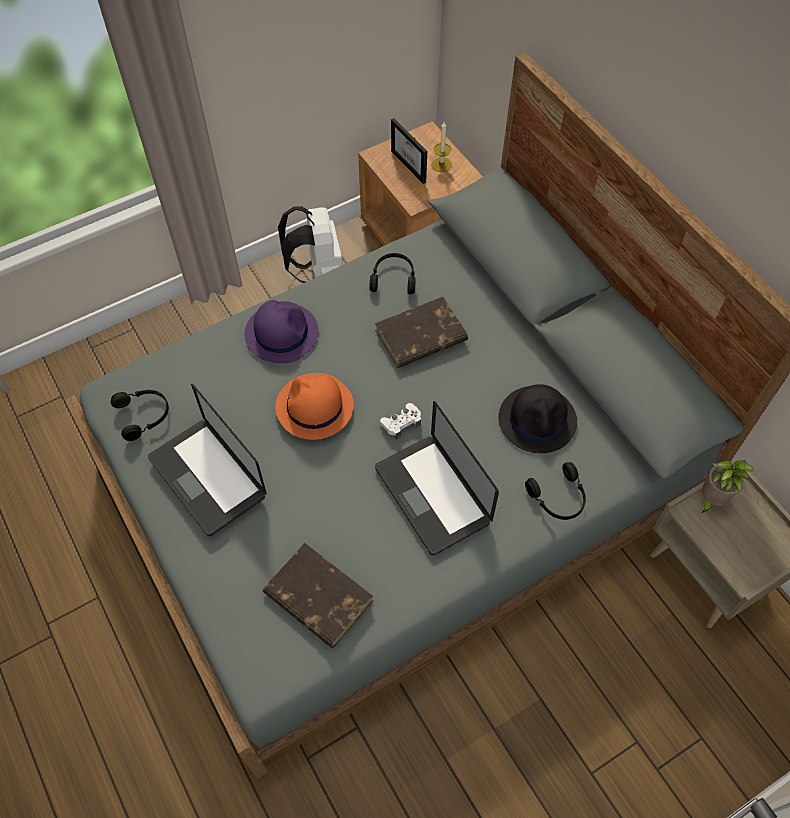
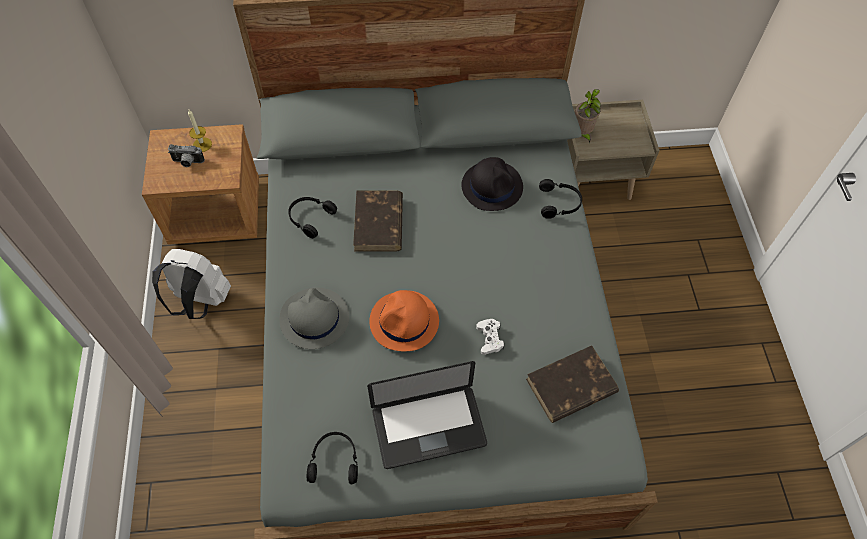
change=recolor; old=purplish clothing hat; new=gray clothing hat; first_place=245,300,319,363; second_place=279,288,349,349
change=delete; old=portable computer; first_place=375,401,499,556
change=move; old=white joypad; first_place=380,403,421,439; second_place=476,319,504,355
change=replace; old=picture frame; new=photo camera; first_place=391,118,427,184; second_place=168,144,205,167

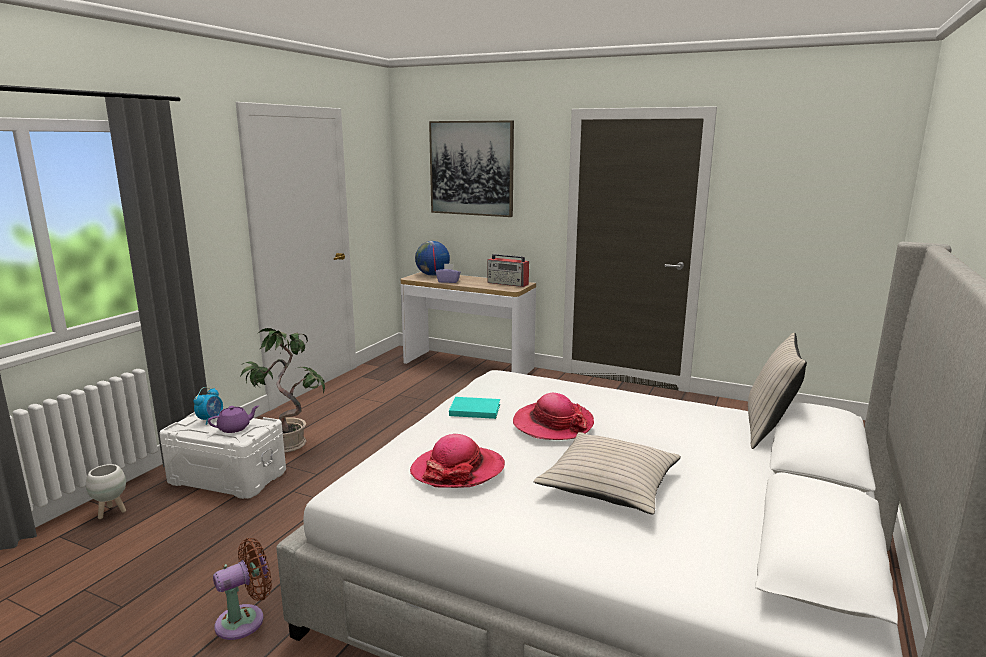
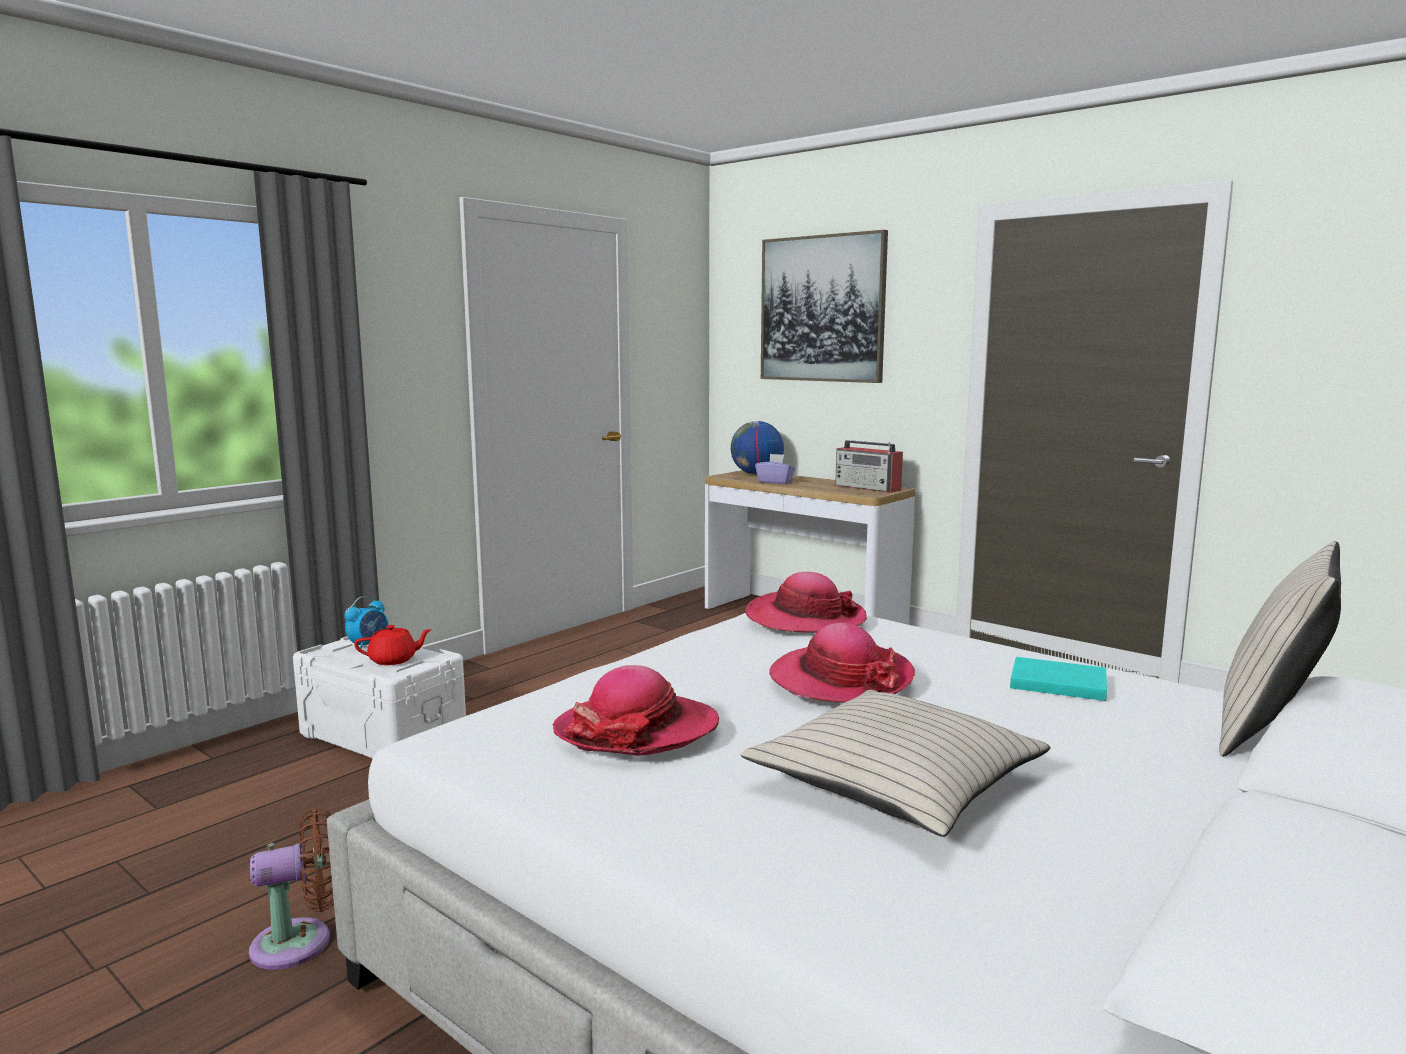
change=delete; old=white planter; first_place=86,464,126,519
change=recolor; old=purplish tea pot; new=red-coloured tea pot; first_place=208,405,259,433; second_place=354,625,432,665
change=delete; old=houseplant; first_place=239,328,325,452
change=move; old=blue-green bound book; first_place=449,397,500,419; second_place=1010,657,1107,701
change=insert; new=clothing hat; second_place=745,572,867,633

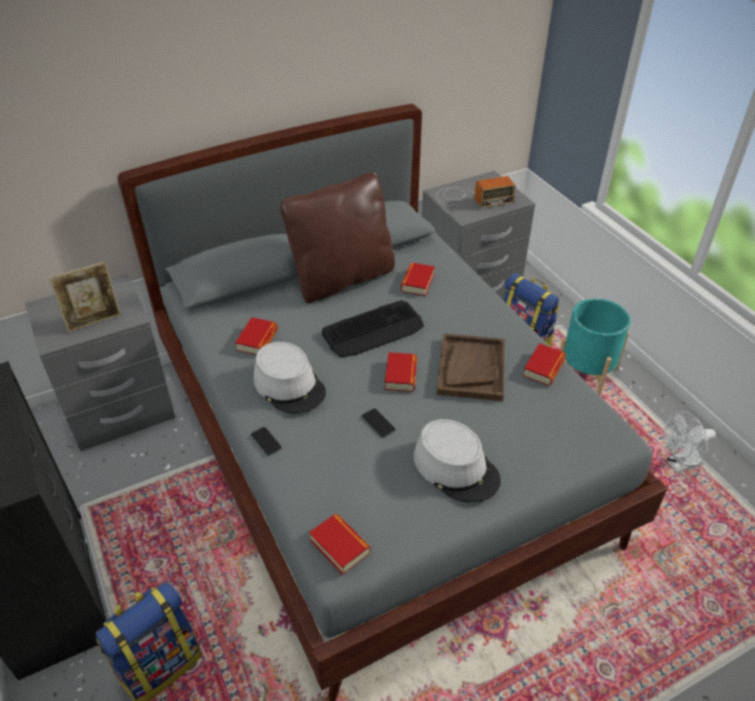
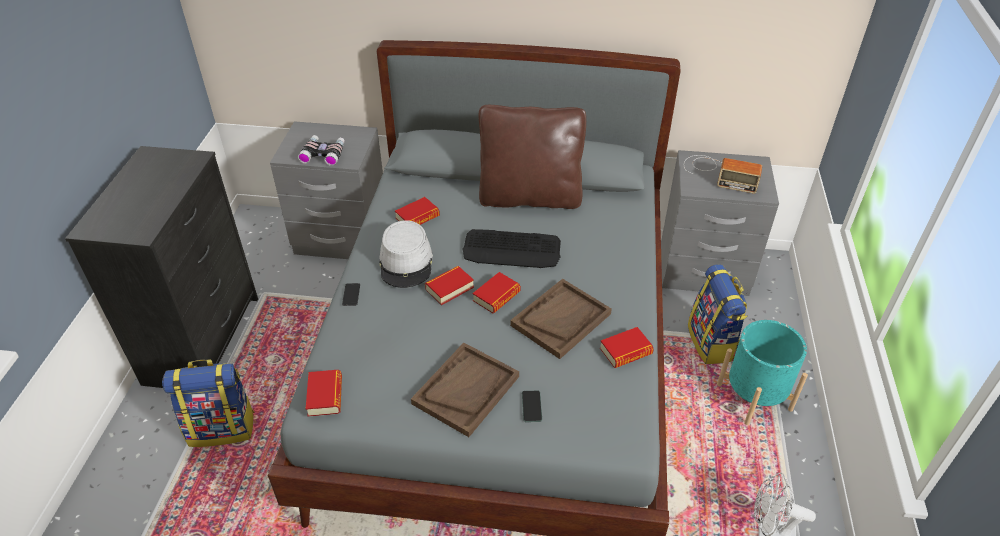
change=replace; old=picture frame; new=field glasses; first_place=49,261,121,333; second_place=298,135,345,166
change=move; old=handset; first_place=361,408,396,438; second_place=522,391,542,422
change=move; old=bound book; first_place=401,263,435,296; second_place=425,266,474,305
change=replace; old=gray clothing hat; new=brown carrying tray; first_place=414,419,501,502; second_place=411,342,519,437

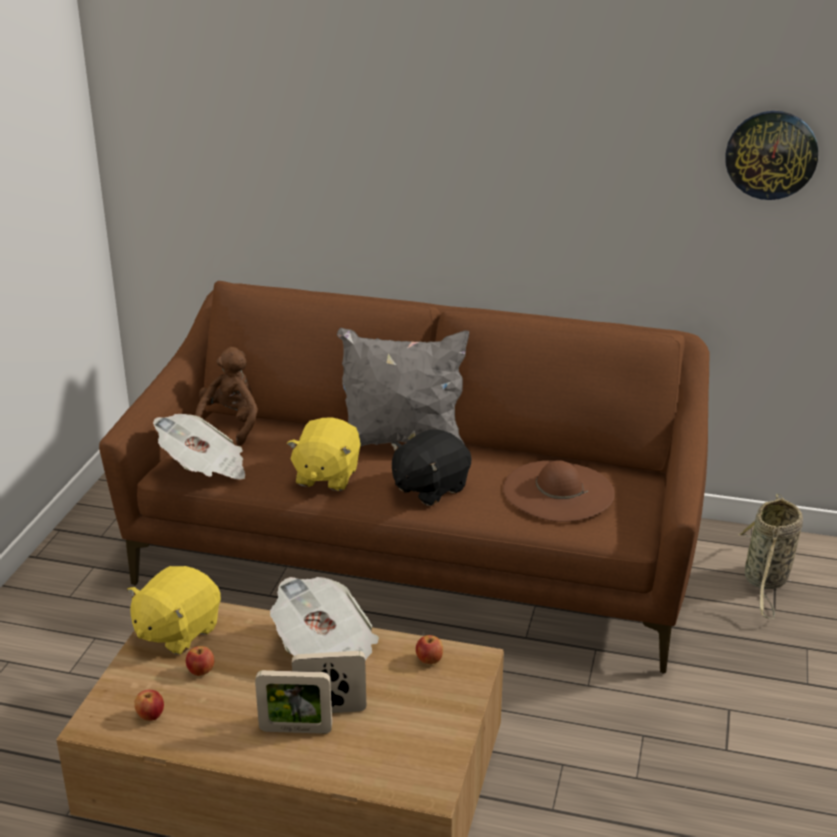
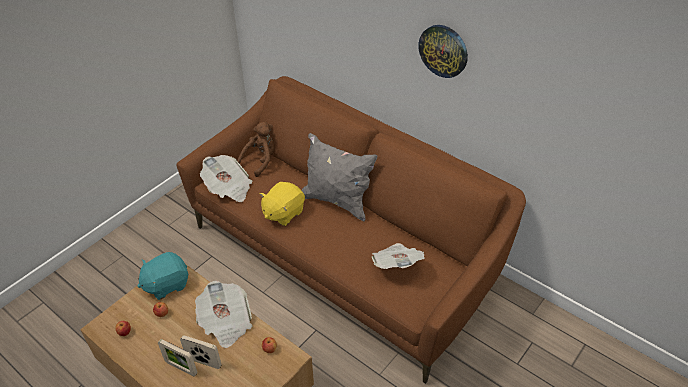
change=recolor; old=yellow soft toy; new=blue-green soft toy; first_place=127,566,221,655; second_place=137,252,188,300
change=delete; old=black soft toy; first_place=391,430,472,506
change=replace; old=brown clothing hat; new=newspaper; first_place=503,460,615,522; second_place=372,243,425,269
change=move; old=hanging clock; first_place=725,111,818,200; second_place=418,25,468,78
change=delete; old=basket; first_place=738,494,803,619

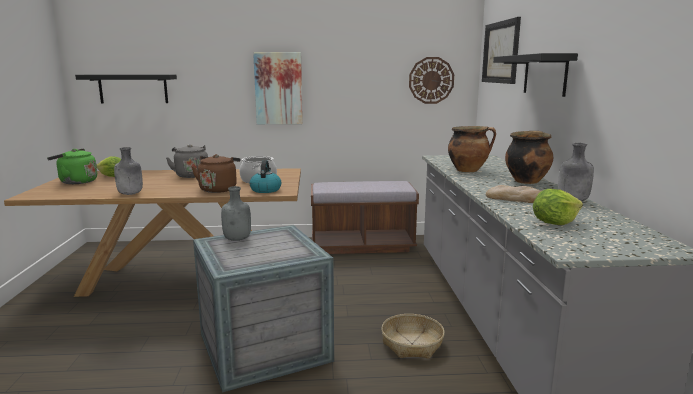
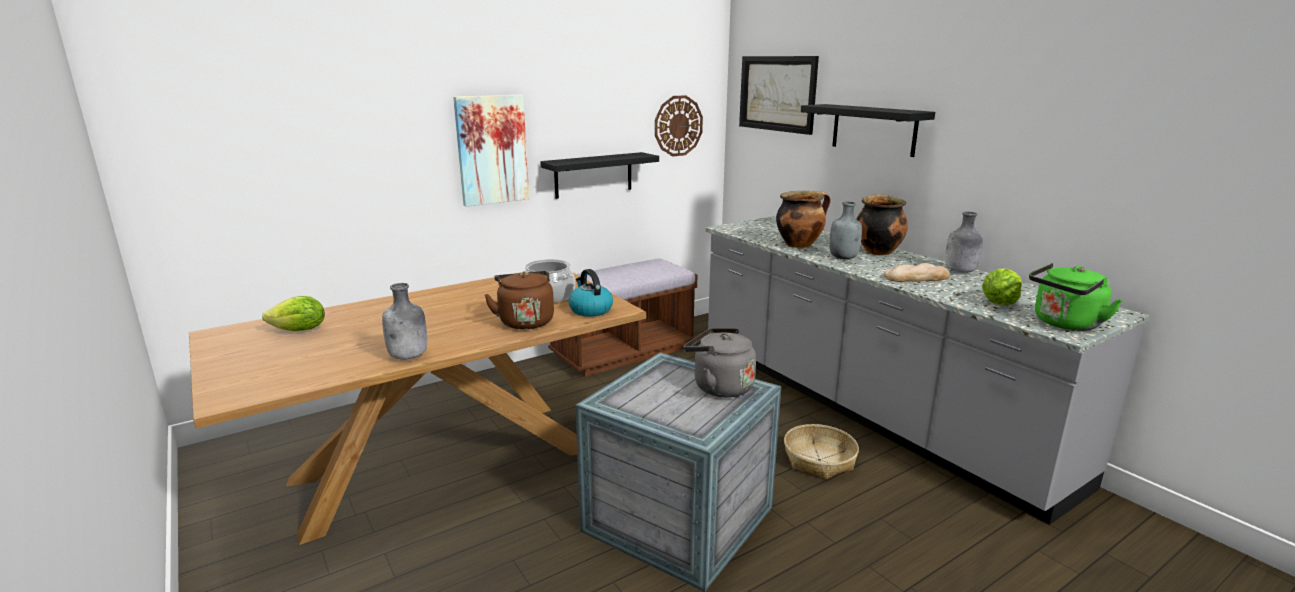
change=move; old=green water kettle; first_place=47,148,97,184; second_place=1029,263,1123,331
change=move; old=black bracket shelf; first_place=75,75,177,104; second_place=540,152,659,199
change=move; old=gray water kettle; first_place=166,144,208,178; second_place=684,328,756,398
change=move; old=gray beverage bottle; first_place=221,186,251,241; second_place=830,202,862,259

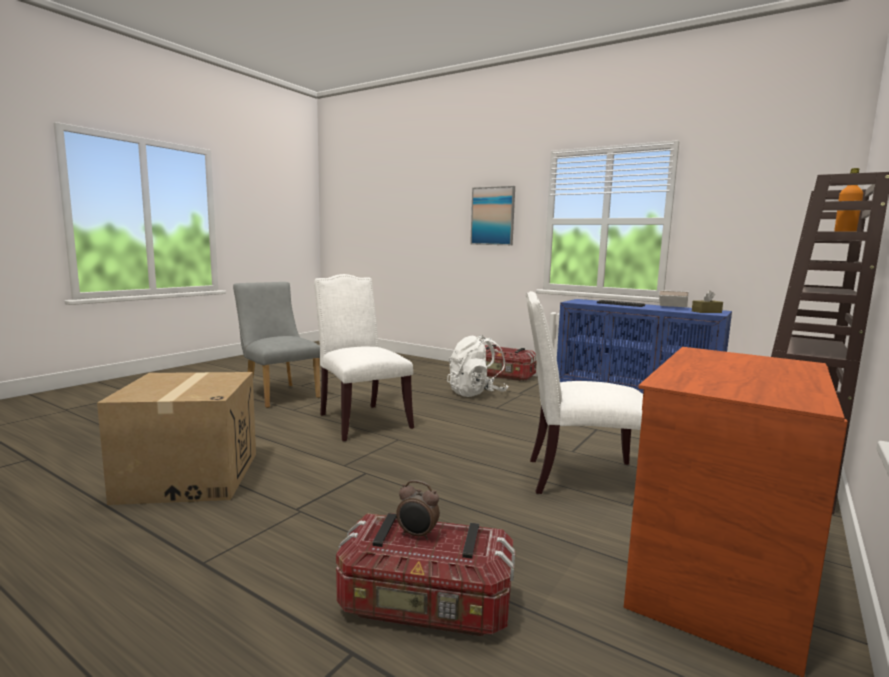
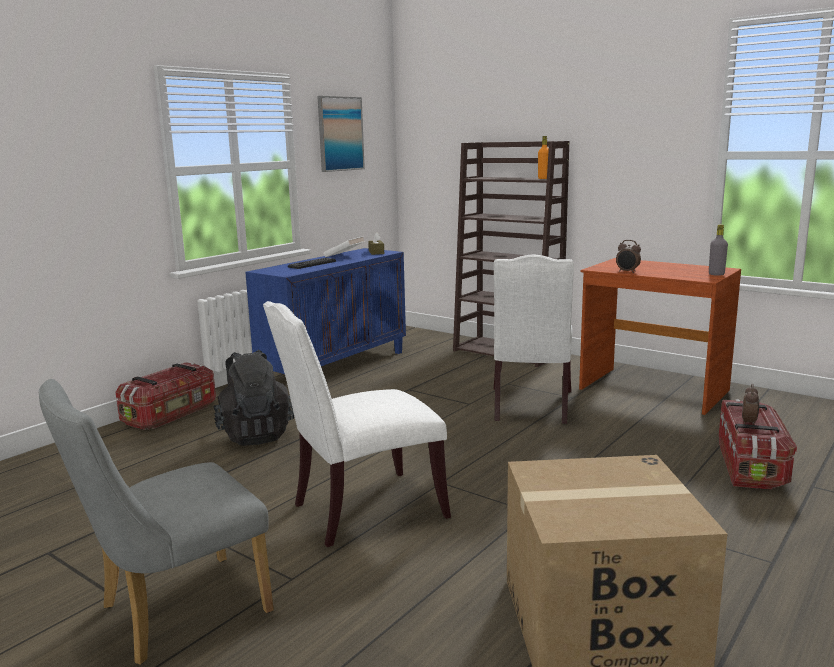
change=recolor; old=white rucksack; new=black rucksack; first_place=447,335,508,397; second_place=213,350,294,446
change=move; old=wall art; first_place=470,186,515,245; second_place=317,96,365,172
change=insert; new=table clock; second_place=616,240,641,273
change=insert; new=gray beverage bottle; second_place=709,224,728,276

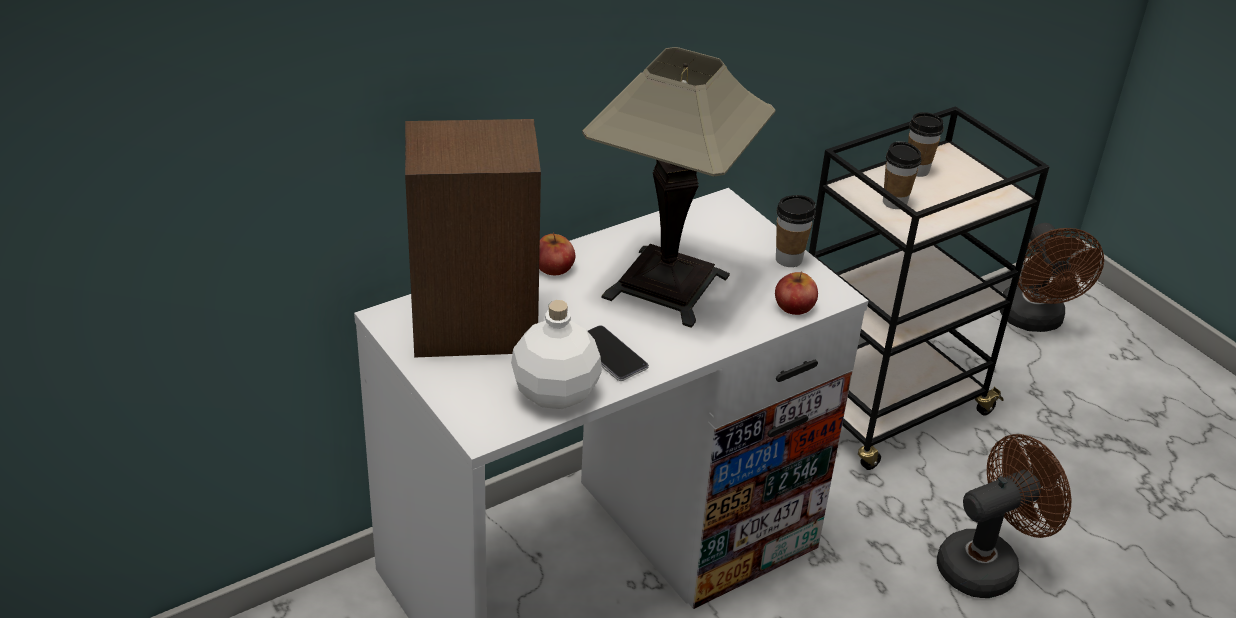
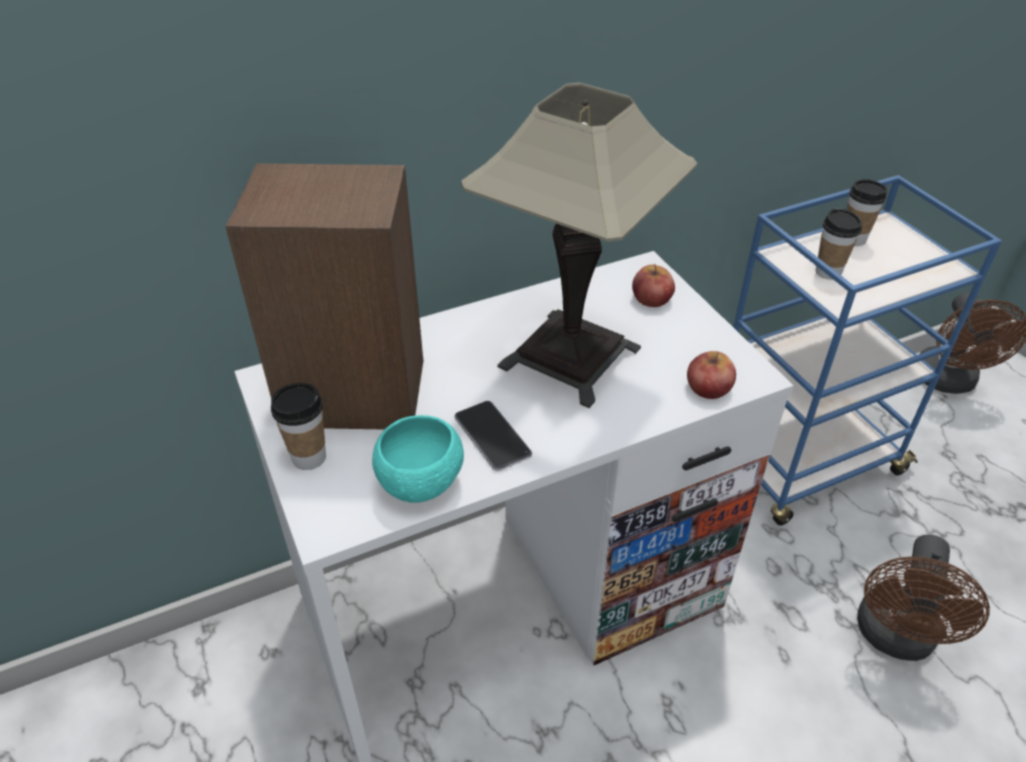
change=replace; old=white beverage bottle; new=blue-green bowl; first_place=511,300,602,409; second_place=372,415,464,503
change=move; old=apple; first_place=539,233,575,275; second_place=632,263,675,307
change=move; old=small cup; first_place=776,195,816,267; second_place=271,383,326,470
change=recolor; old=black trolley; new=bluish trolley; first_place=809,106,1050,470; second_place=733,175,1002,526
change=rotate; old=brown electric fan; first_place=937,434,1071,598; second_place=857,534,990,661; degrees=135

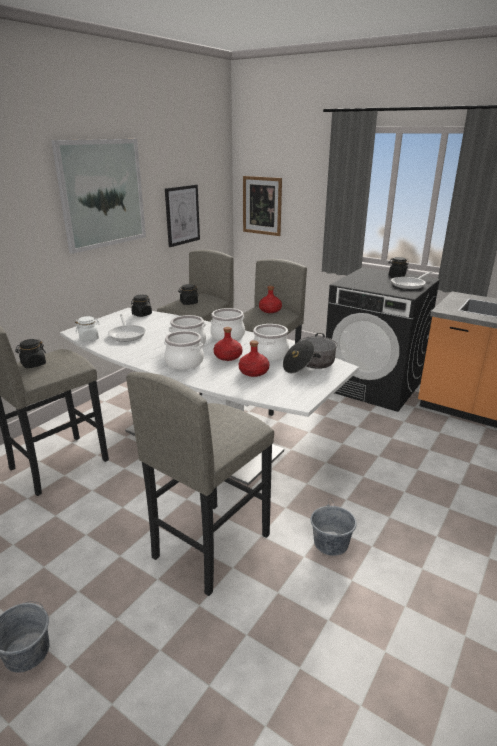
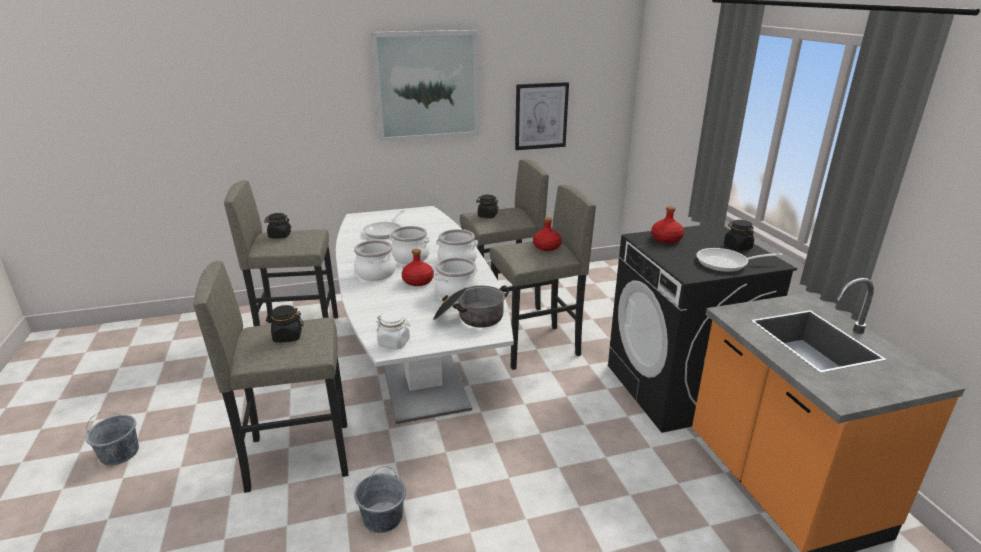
change=move; old=white jar; first_place=75,316,100,341; second_place=377,311,410,350
change=move; old=black jar; first_place=131,295,152,317; second_place=266,305,304,343
change=move; old=red-coloured beverage bottle; first_place=239,340,269,377; second_place=651,206,684,244
change=delete; old=wall art; first_place=243,176,282,236

